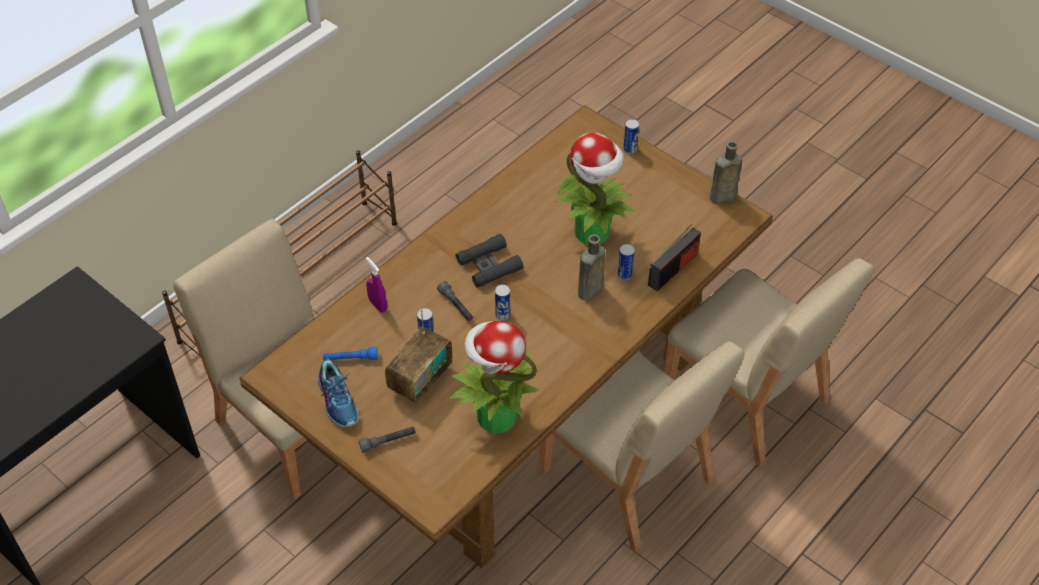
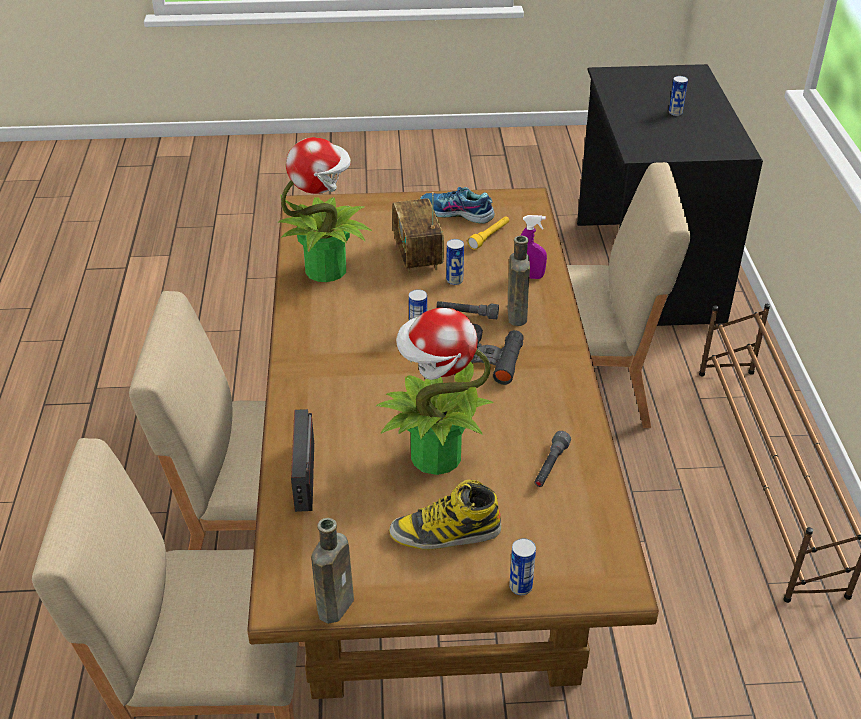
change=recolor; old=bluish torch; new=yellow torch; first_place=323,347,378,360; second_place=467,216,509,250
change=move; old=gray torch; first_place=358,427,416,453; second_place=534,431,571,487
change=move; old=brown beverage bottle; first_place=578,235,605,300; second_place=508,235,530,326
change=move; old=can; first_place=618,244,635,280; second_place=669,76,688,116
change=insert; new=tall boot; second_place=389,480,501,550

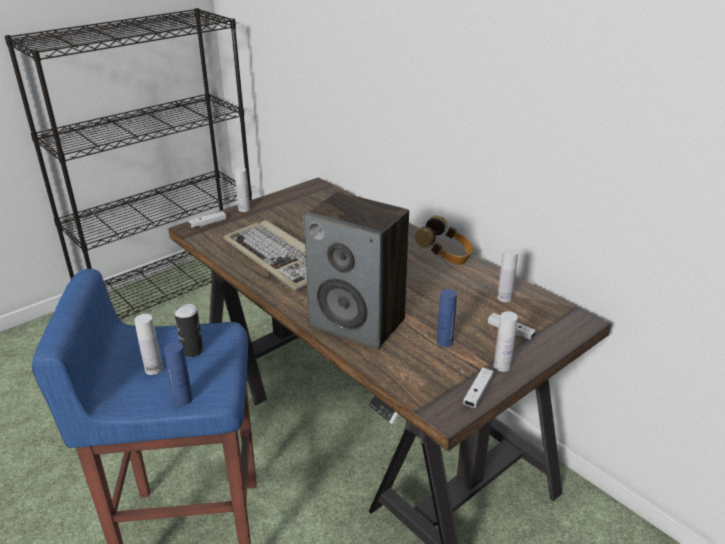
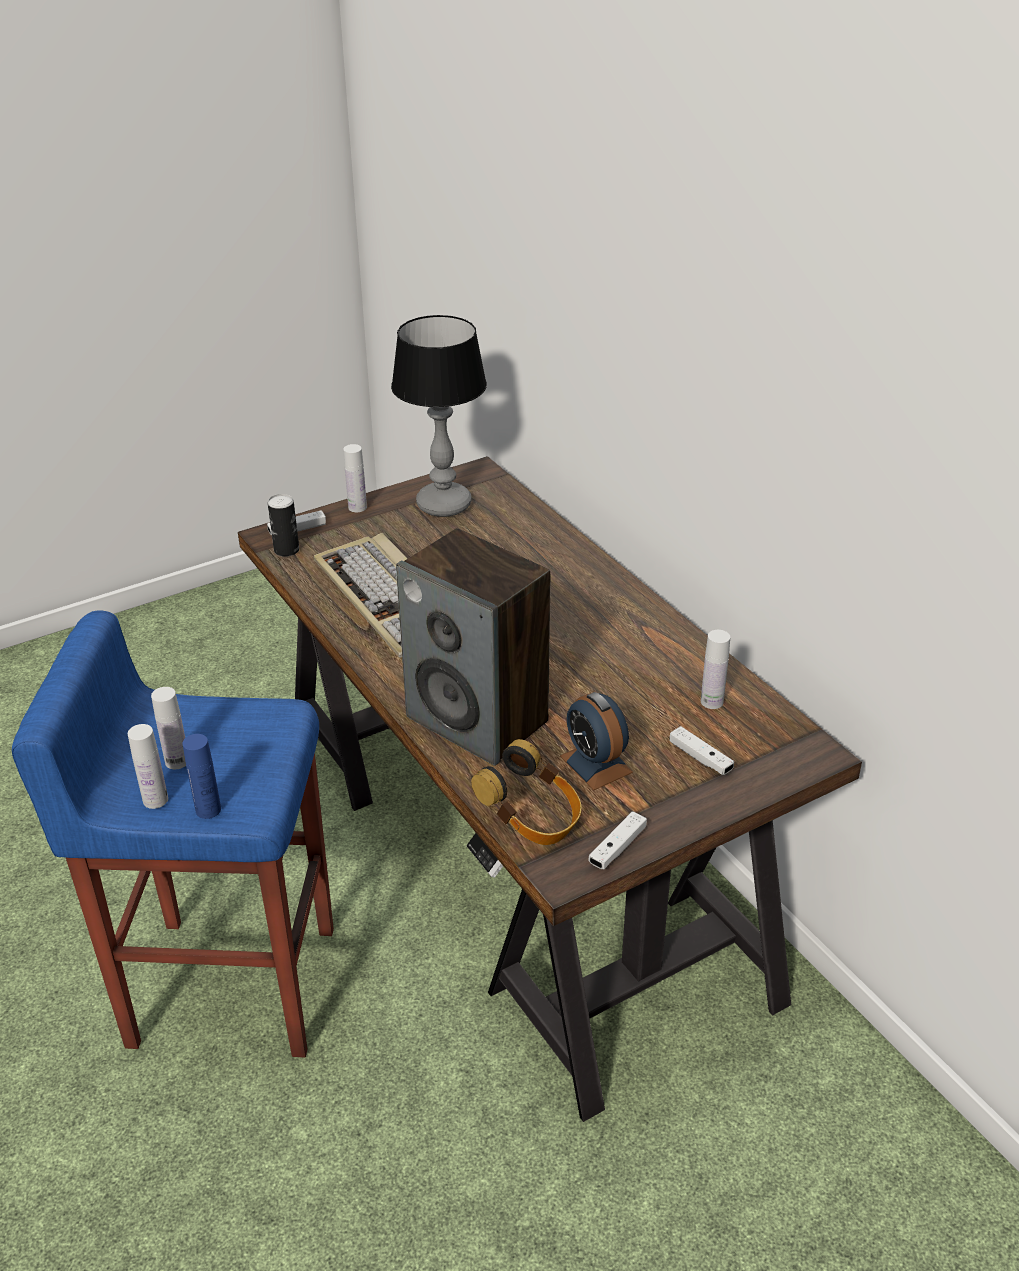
change=delete; old=black bookcase; first_place=5,8,252,319
change=move; old=can; first_place=174,304,203,357; second_place=268,494,299,557
change=move; old=headset; first_place=415,215,473,265; second_place=471,739,582,845
change=replace; old=bluish beverage bottle; new=table clock; first_place=437,289,457,347; second_place=560,692,633,790
change=move; old=white beverage bottle; first_place=494,311,518,372; second_place=128,724,168,809
change=insert; new=lamp for a table; second_place=391,315,487,517

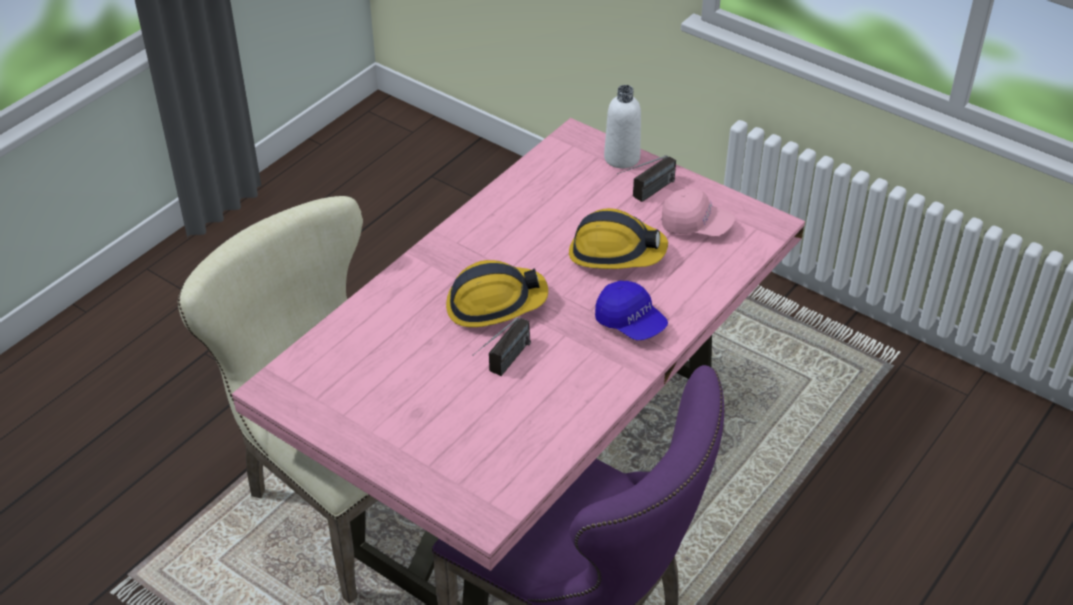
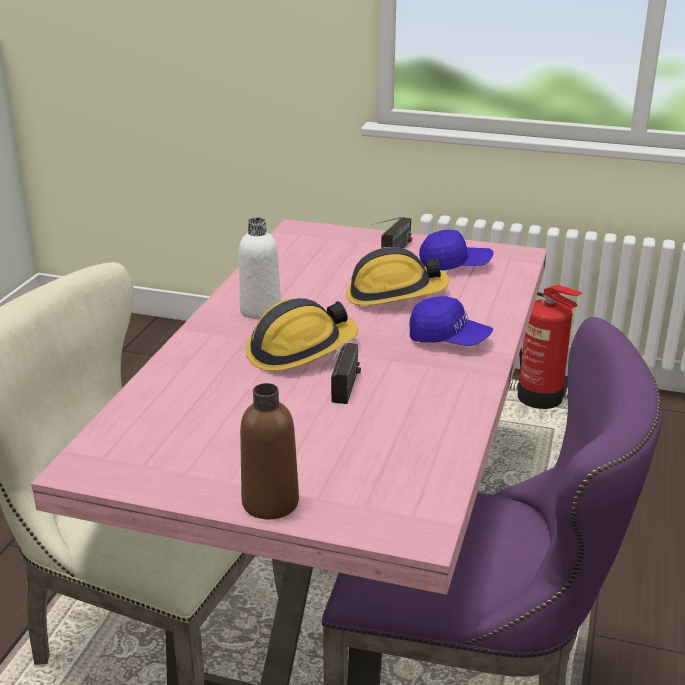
change=move; old=white beverage bottle; first_place=604,85,641,168; second_place=239,217,281,319
change=recolor; old=pink cap; new=bluish cap; first_place=661,188,735,236; second_place=419,230,493,271
change=insert; new=brown beverage bottle; second_place=240,383,299,519
change=insert; new=extinguisher; second_place=518,285,582,409

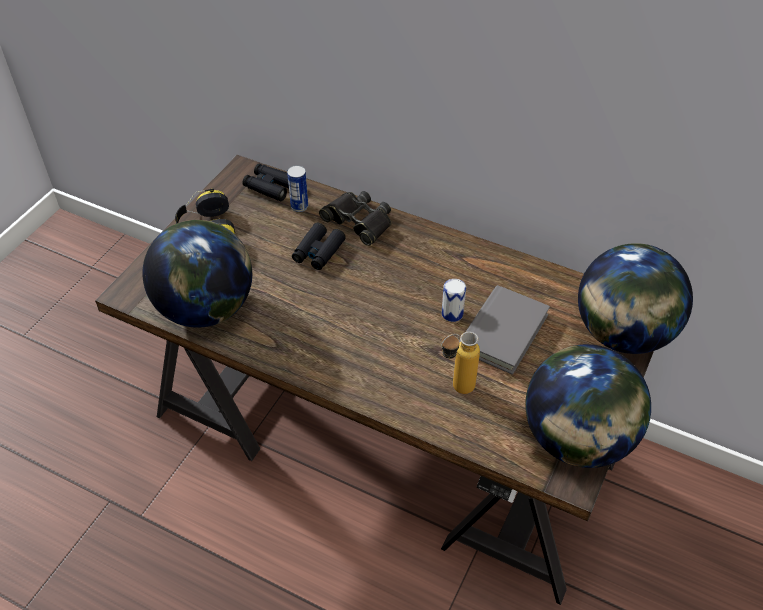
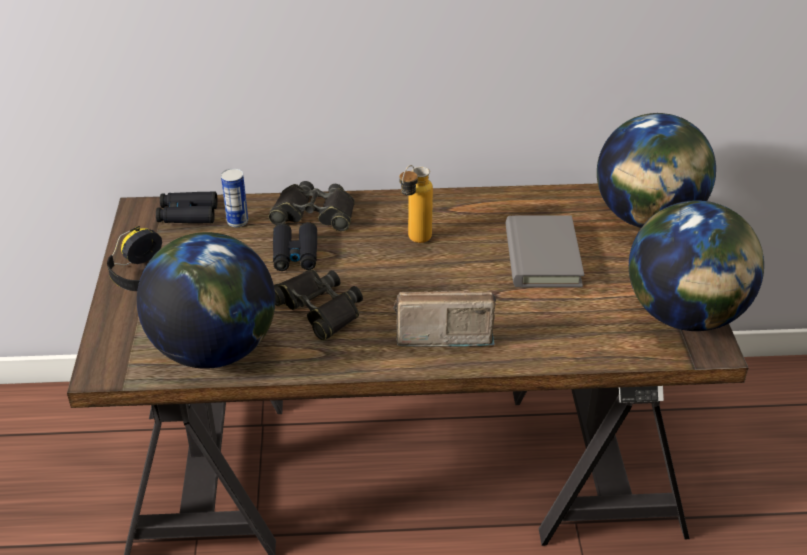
change=move; old=beverage bottle; first_place=441,332,480,394; second_place=399,165,433,243
change=delete; old=can; first_place=442,279,466,322
change=insert; new=black field glasses; second_place=274,269,363,341
change=insert; new=radio; second_place=393,291,496,347

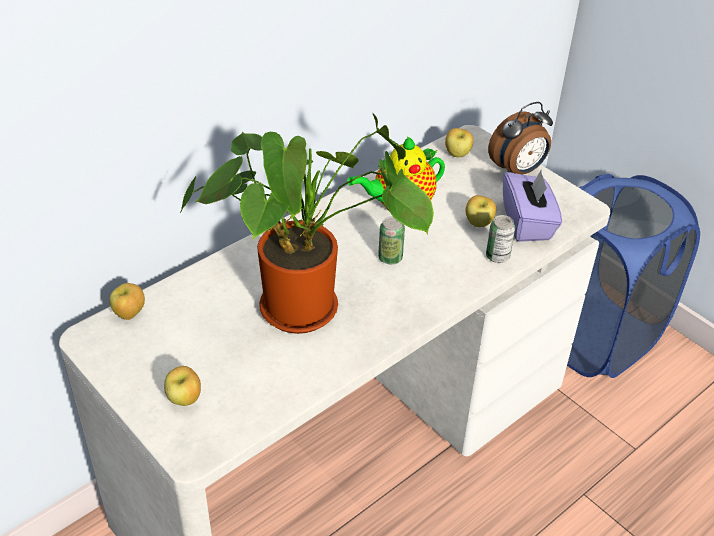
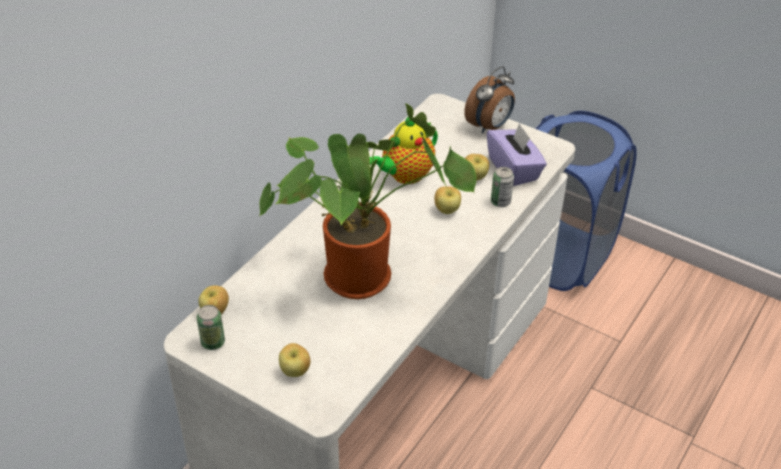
change=move; old=can; first_place=378,216,405,264; second_place=197,305,225,350
change=move; old=apple; first_place=445,128,473,157; second_place=434,186,461,214

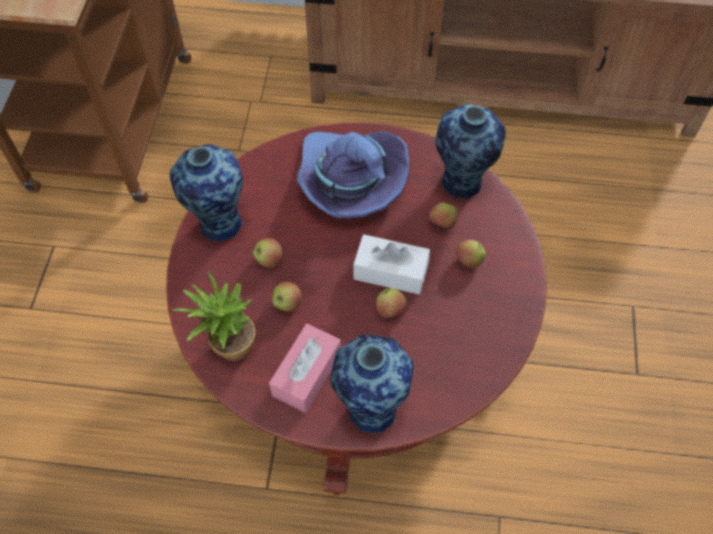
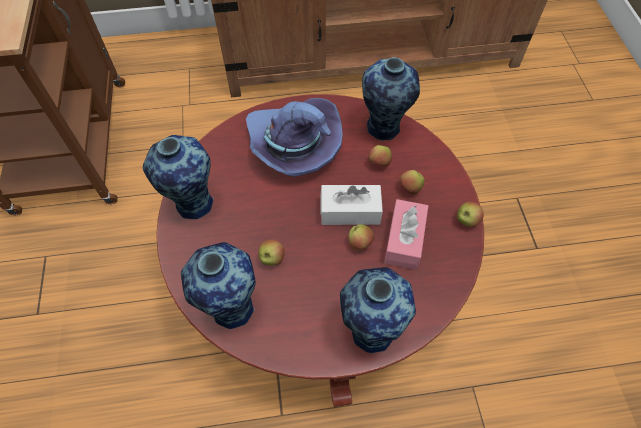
change=replace; old=houseplant; new=decorative vase; first_place=171,271,256,361; second_place=181,242,256,329
change=move; old=apple; first_place=253,238,283,268; second_place=457,202,484,227
change=move; old=pink tissue box; first_place=269,324,341,413; second_place=384,199,428,270

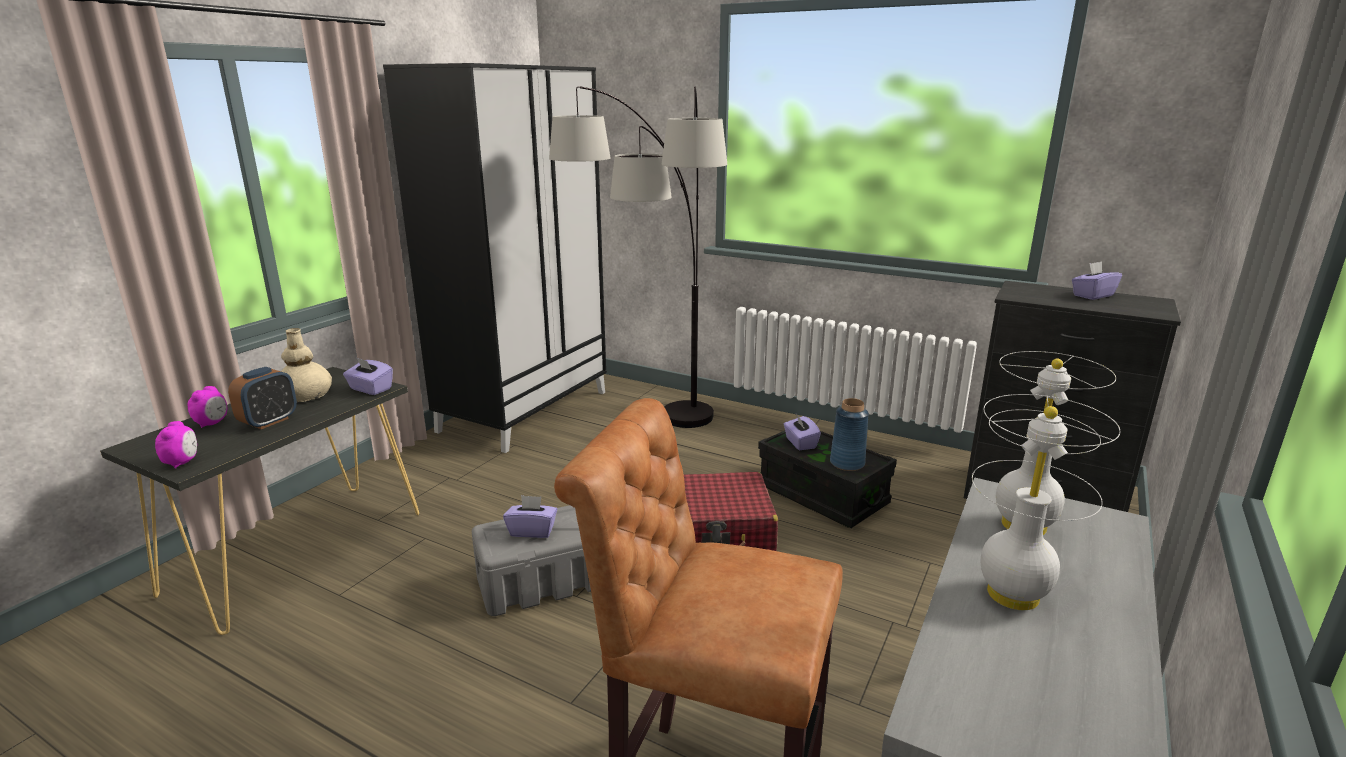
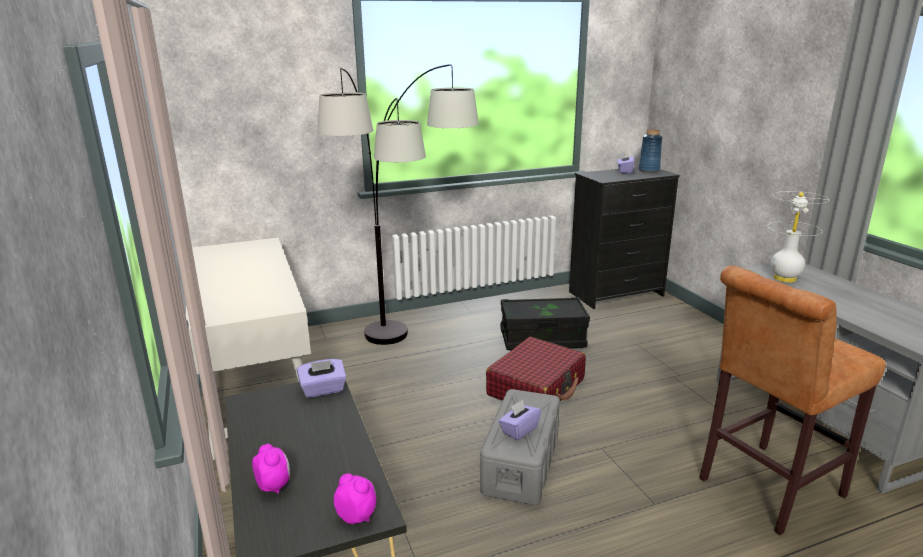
change=delete; old=table clock; first_place=228,367,297,429
change=delete; old=beige-coloured decorative vase; first_place=281,328,332,403
change=replace; old=black wardrobe; new=white desk table; first_place=383,63,607,453; second_place=186,238,311,460
change=delete; old=purplish tissue box; first_place=784,414,821,450
change=move; old=bluish decorative vase; first_place=830,398,869,471; second_place=639,130,662,173
change=delete; old=white lamp for a table; first_place=972,394,1120,610

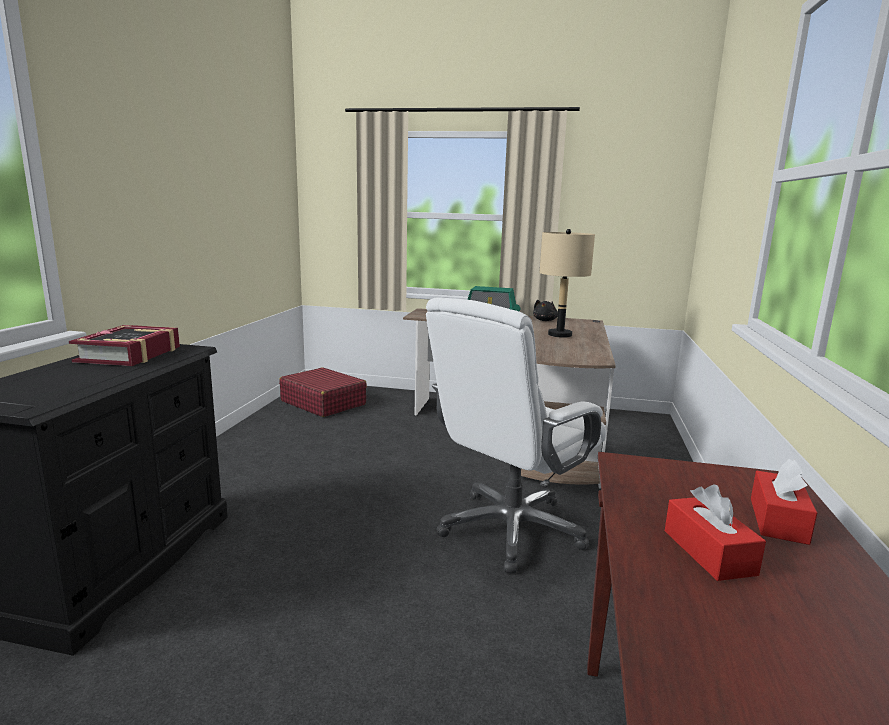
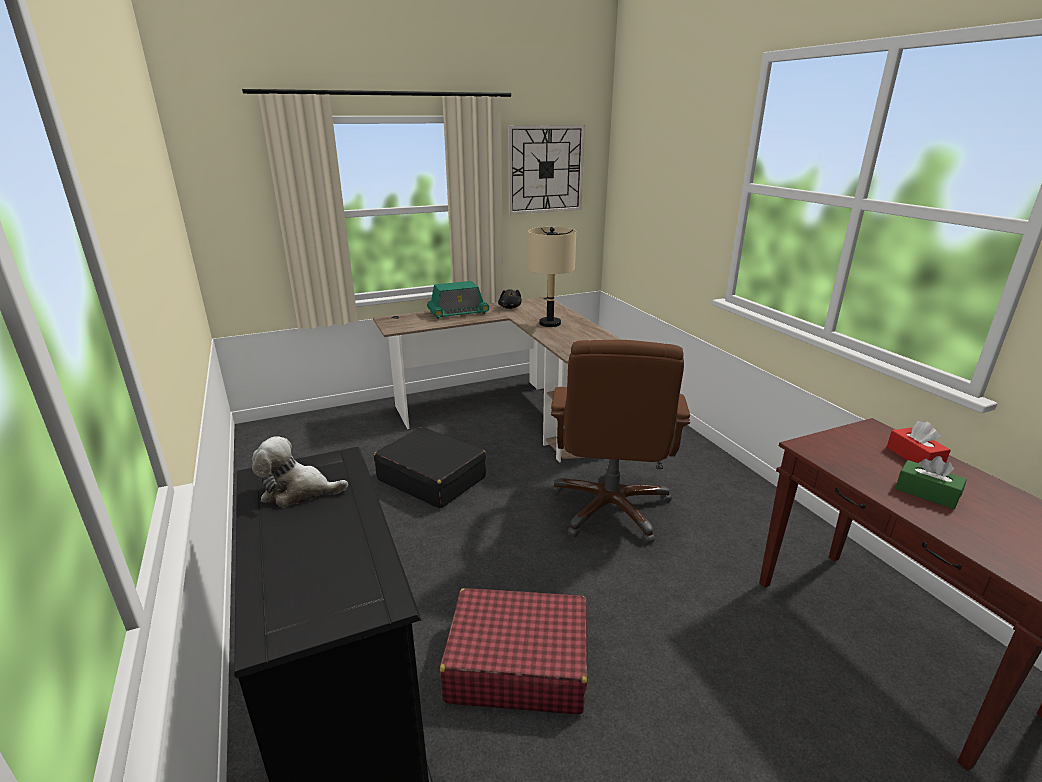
change=replace; old=bound book; new=soft toy; first_place=69,325,180,366; second_place=252,436,348,507
change=move; old=red-coloured piece of luggage; first_place=279,367,367,417; second_place=440,588,588,714
change=recolor; old=white desk chair; new=brown desk chair; first_place=426,297,606,574; second_place=551,340,690,544
change=recolor; old=red-coloured tissue box; new=green tissue box; first_place=665,484,766,581; second_place=895,456,967,509
change=insert; new=black piece of luggage; second_place=374,427,486,508
change=insert; new=hanging clock; second_place=508,125,585,214

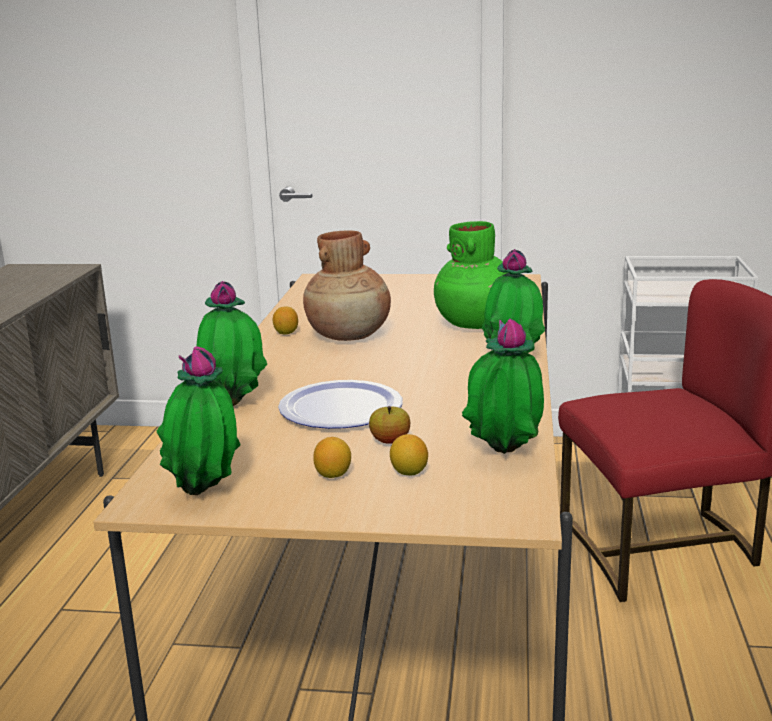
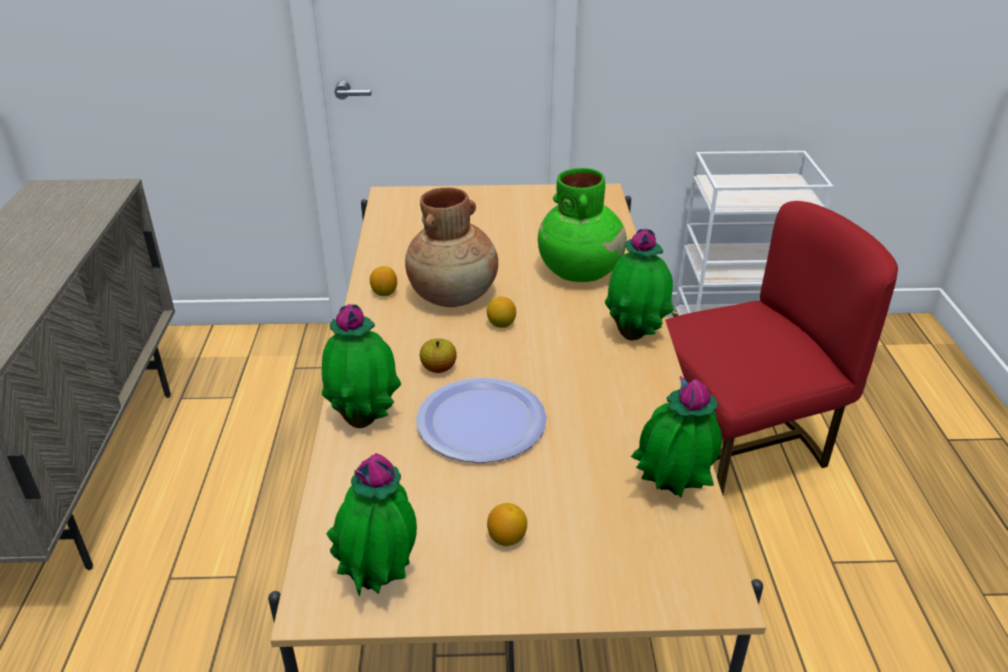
change=move; old=apple; first_place=369,406,410,444; second_place=420,338,457,373
change=move; old=whole lemon; first_place=390,434,428,475; second_place=487,296,516,328

